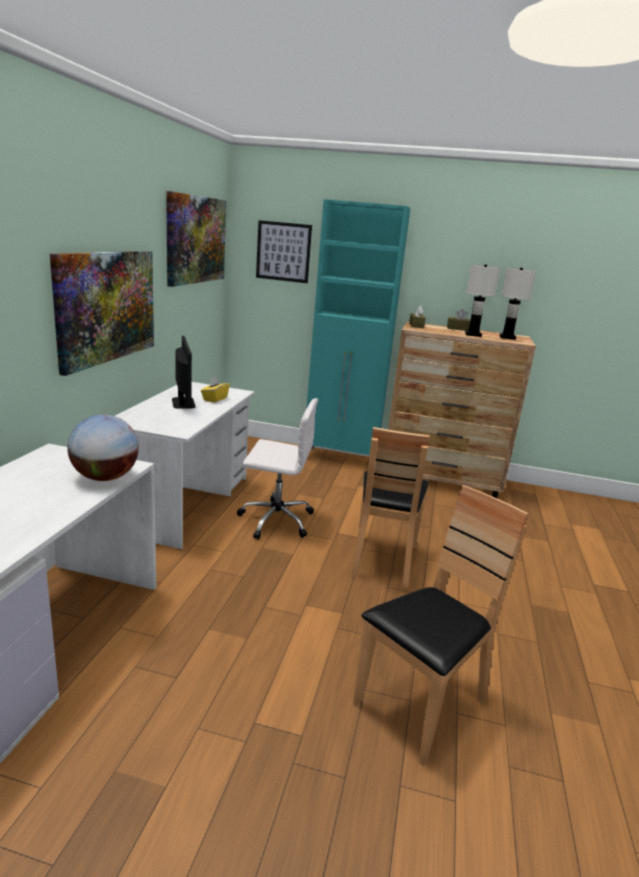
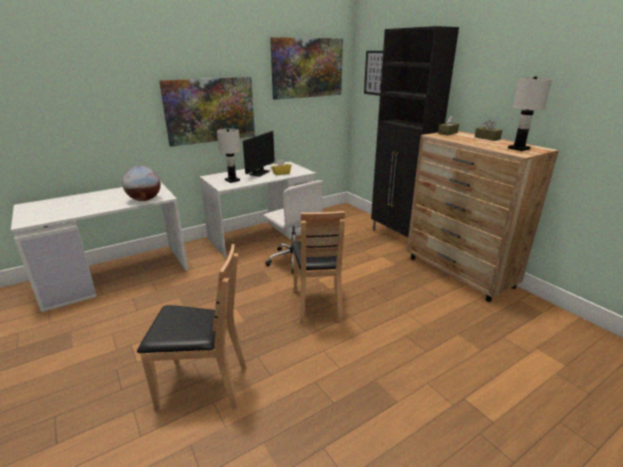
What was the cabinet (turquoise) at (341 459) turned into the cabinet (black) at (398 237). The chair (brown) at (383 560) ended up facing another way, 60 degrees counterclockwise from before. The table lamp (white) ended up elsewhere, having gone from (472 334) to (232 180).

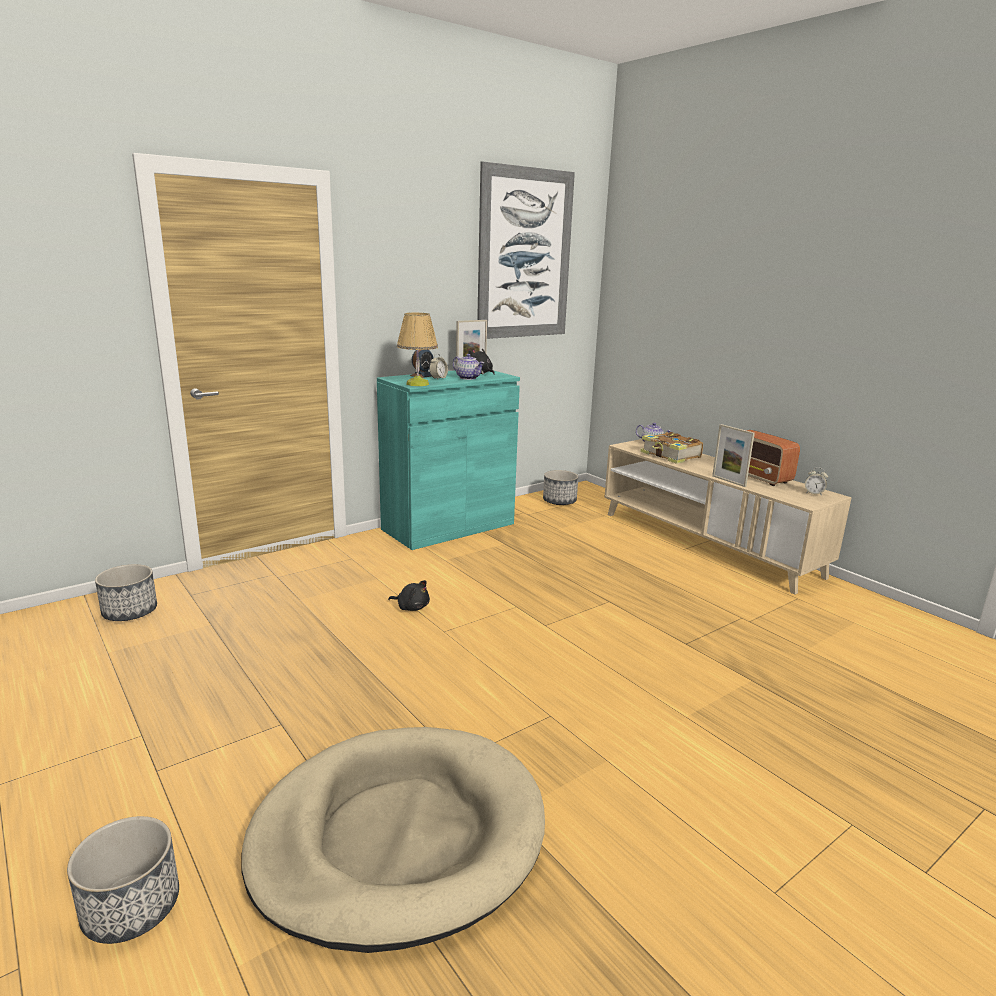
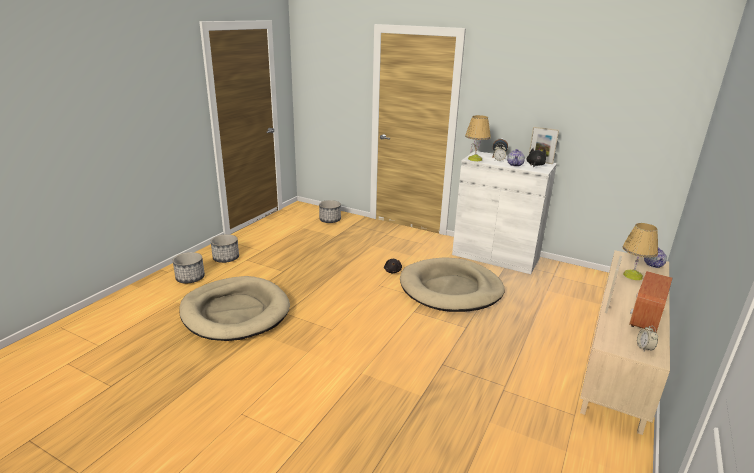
What was the cabinet (turquoise) at (448 526) turned into the cabinet (white) at (495 256). The second view lost the picture at (525 254). The planter ended up elsewhere, having gone from (559 501) to (226 258). Where the book stood at (670 456), the table lamp came to stand at (632 275). The second view gained the dog bed (beige) at (451 289).

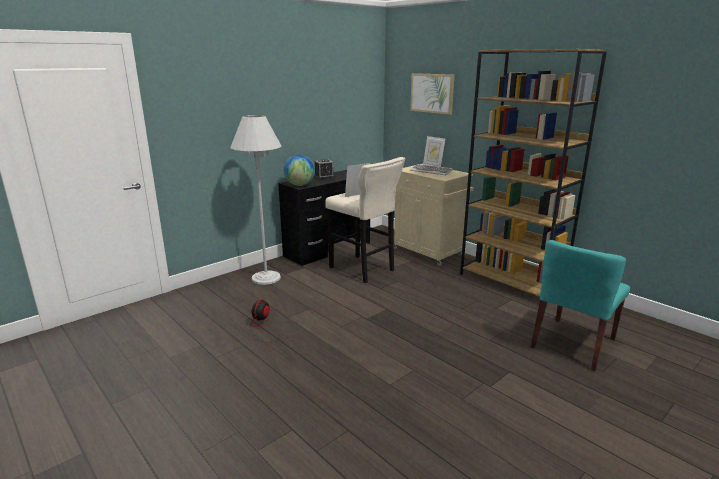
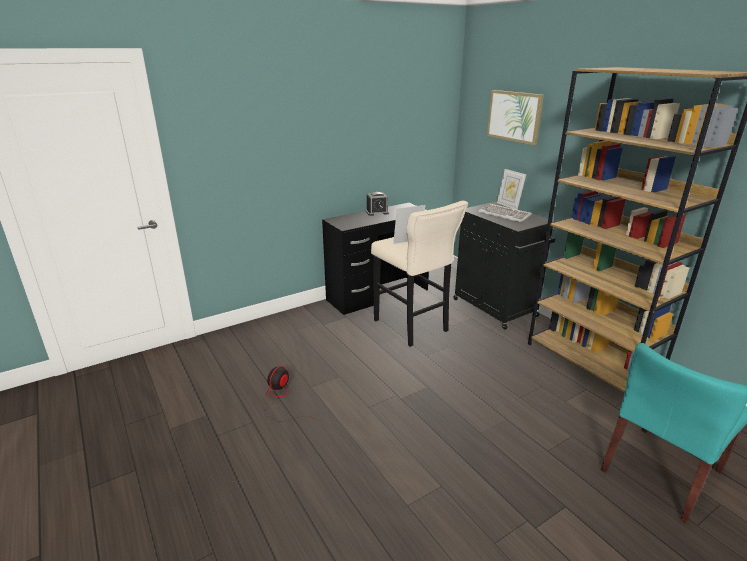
The second view lost the floor lamp (white) at (266 278). The second view lost the globe at (300 185). What was the cabinet (beige) at (429 252) turned into the cabinet (black) at (496 308).

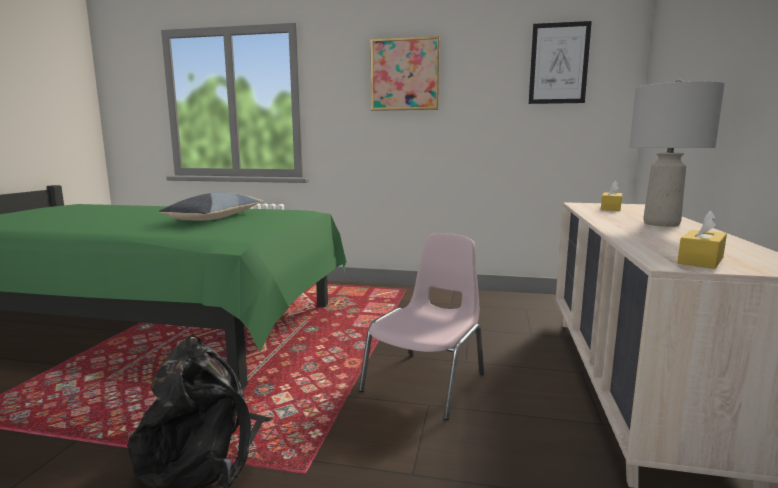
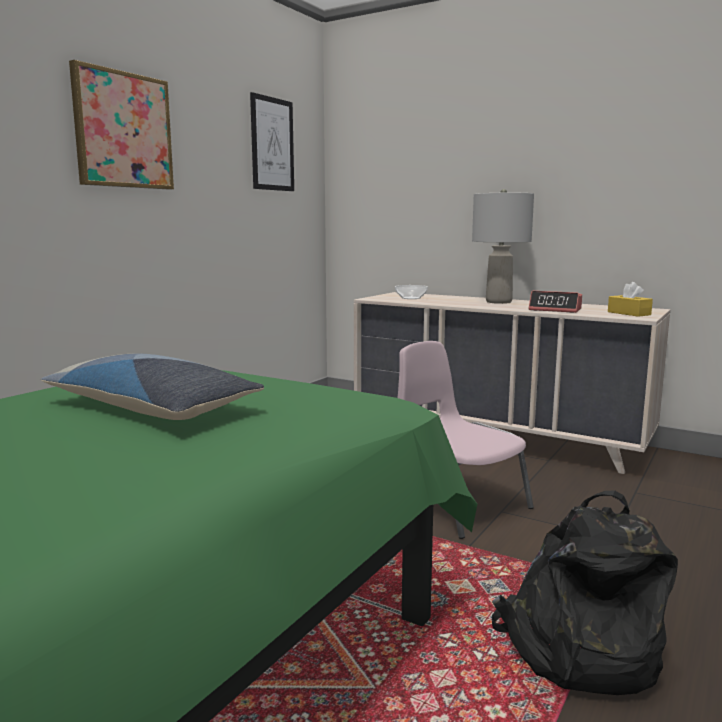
Where the tissue box (yellow) stood at (610 208), the bowl came to stand at (410 298). The second view gained the alarm clock at (555 310).

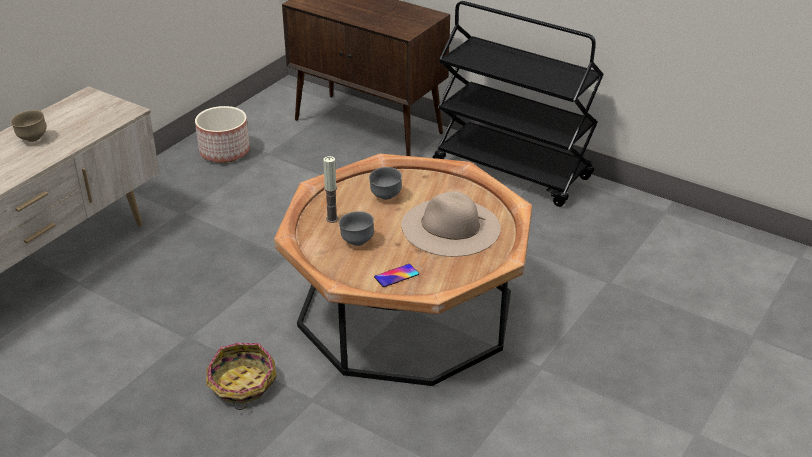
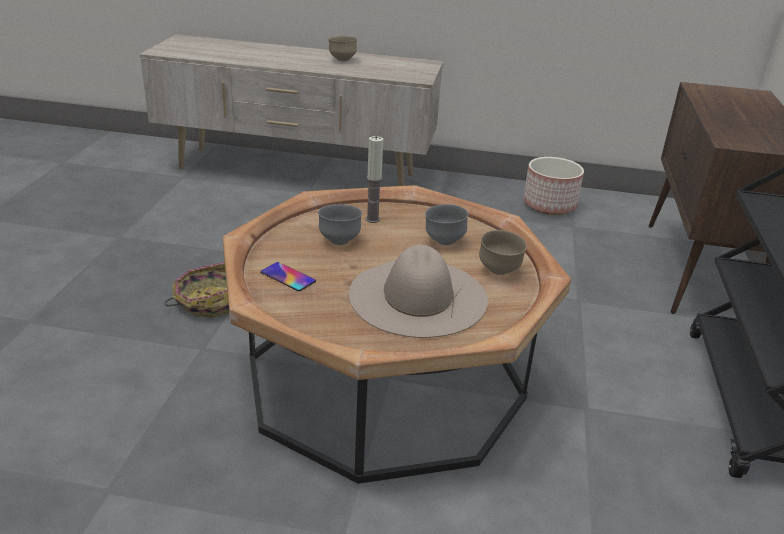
The second view gained the bowl (brown) at (499 271).

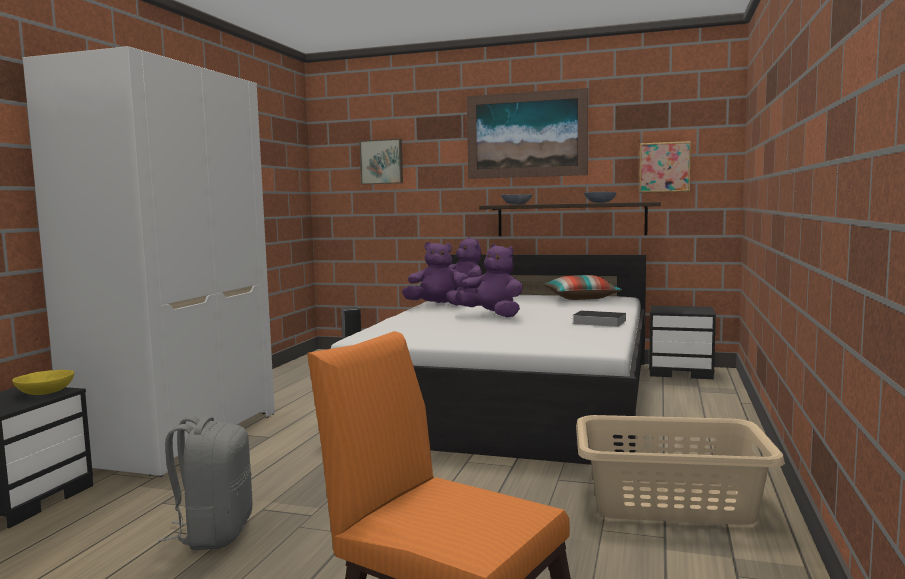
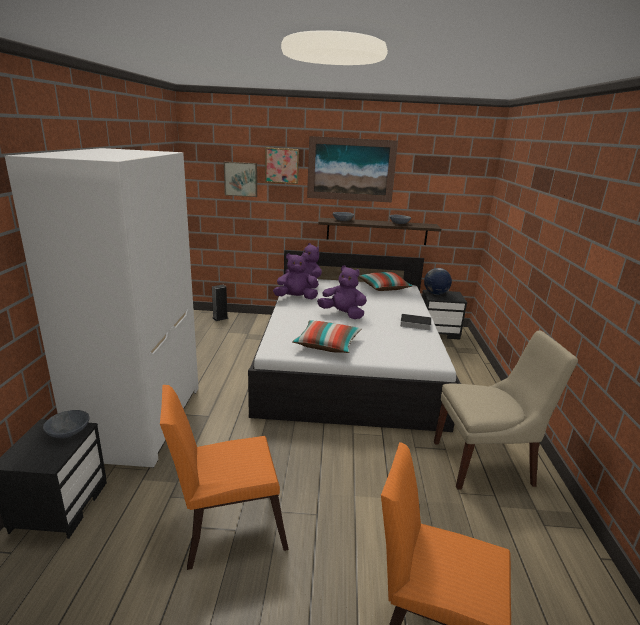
What was the bowl (yellow) at (45 393) turned into the bowl (grey) at (68 432). Where the backpack (grey) stood at (214 533), the chair (orange) came to stand at (225 525). Where the laundry basket (beige) stood at (671 502), the chair (beige) came to stand at (485 463). The picture ended up elsewhere, having gone from (664 167) to (282 165). The second view gained the pillow at (327 345). The second view gained the globe at (435 293).

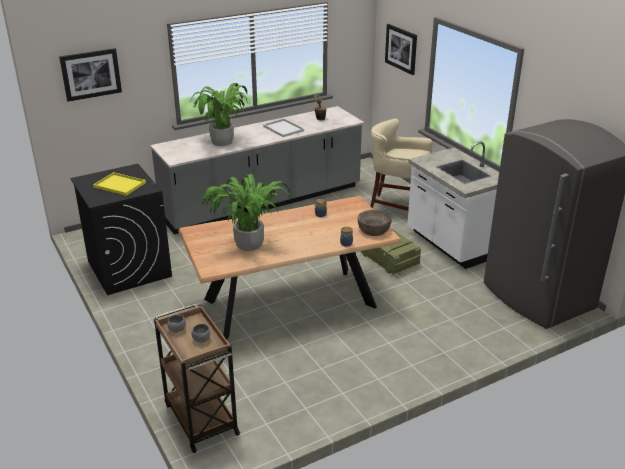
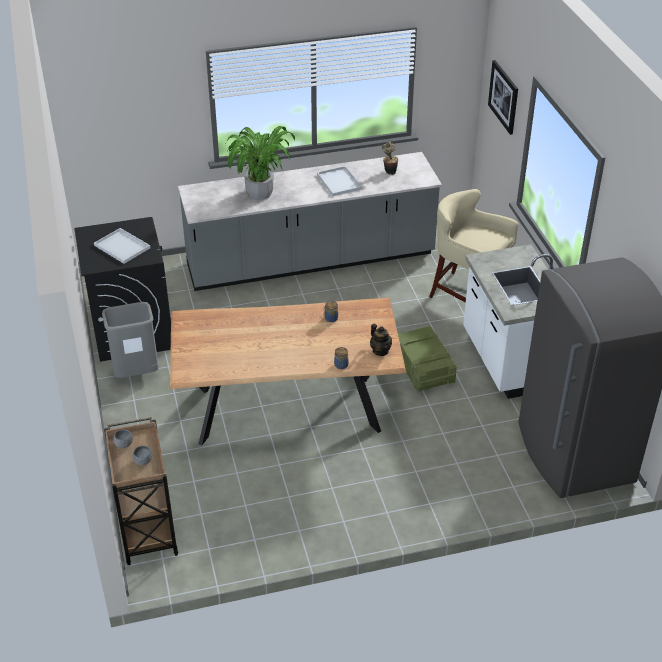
The second view lost the picture at (91 74). What was the tray (yellow) at (118 185) turned into the tray (white) at (121 246). The second view lost the potted plant at (249 244). Where the bowl (brown) stood at (373 230), the teapot came to stand at (380 351). The second view gained the trash can (grey) at (136 373).

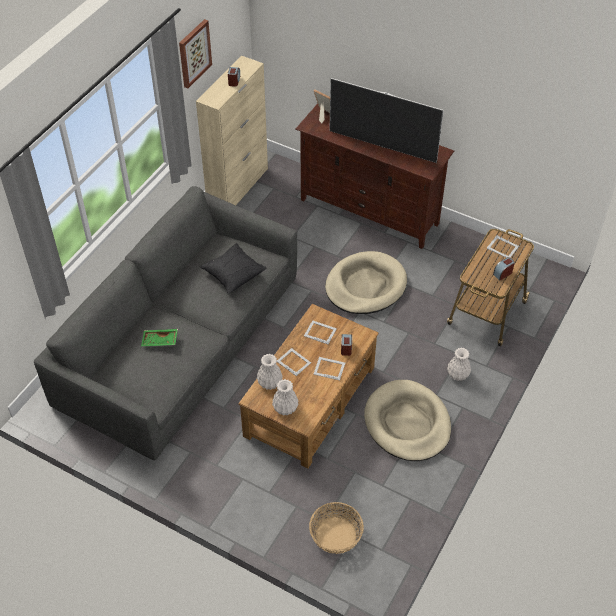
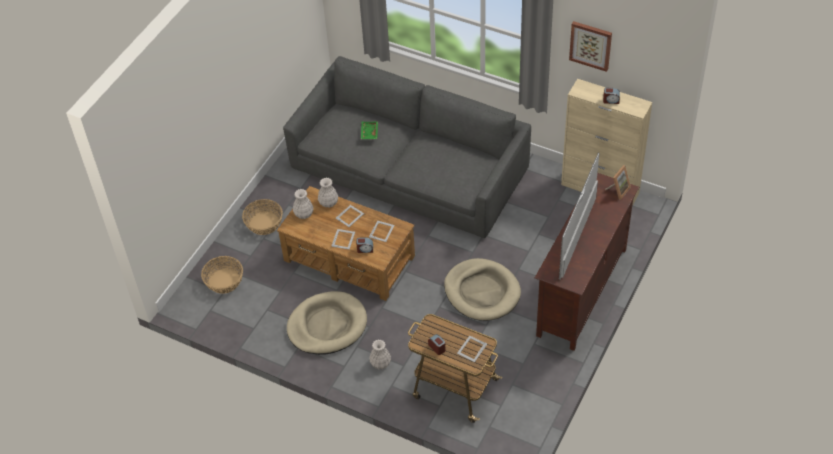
The second view lost the pillow (black) at (233 274). The second view gained the basket at (263 223).

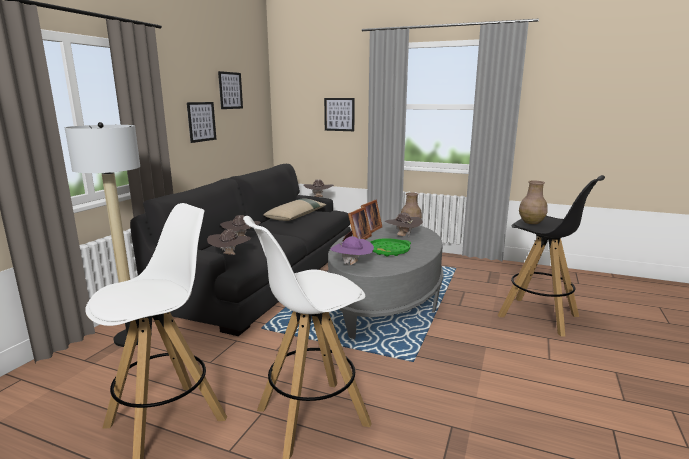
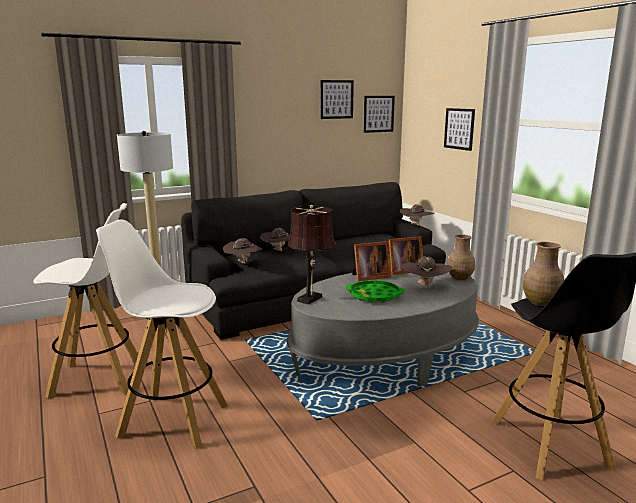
The picture ended up elsewhere, having gone from (201 121) to (378 114). The second view lost the pillow (beige) at (296 216). Where the hat (purple) stood at (352 264), the table lamp (brown) came to stand at (311 298).

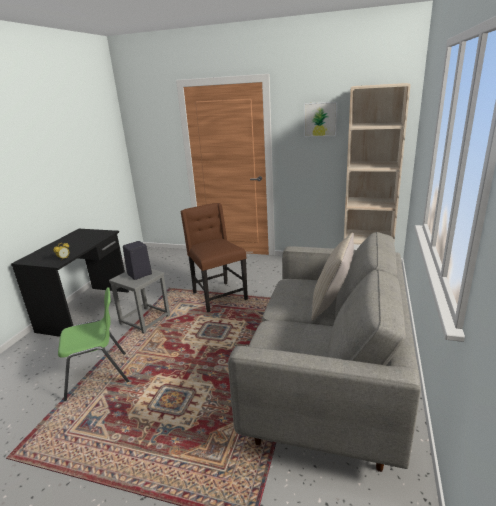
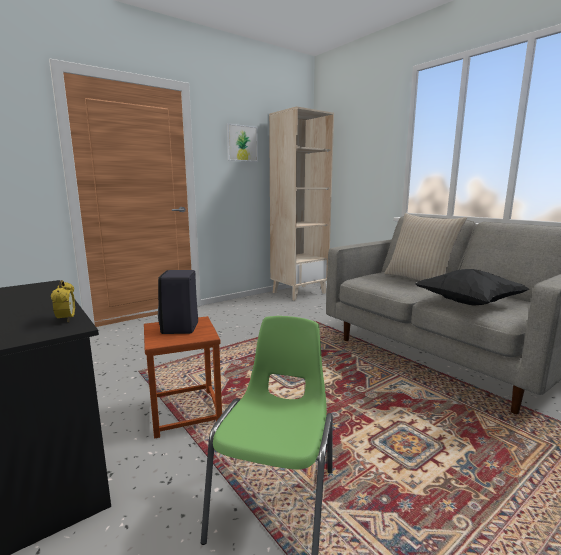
What was the stool (grey) at (145 320) turned into the stool (brown) at (186 412). The second view lost the chair (brown) at (218 296). The second view gained the pillow (black) at (468 303).

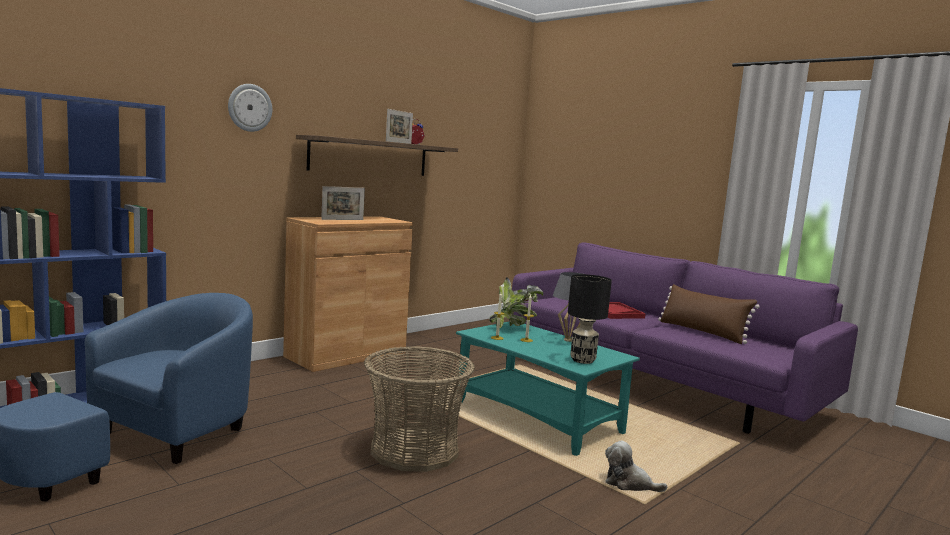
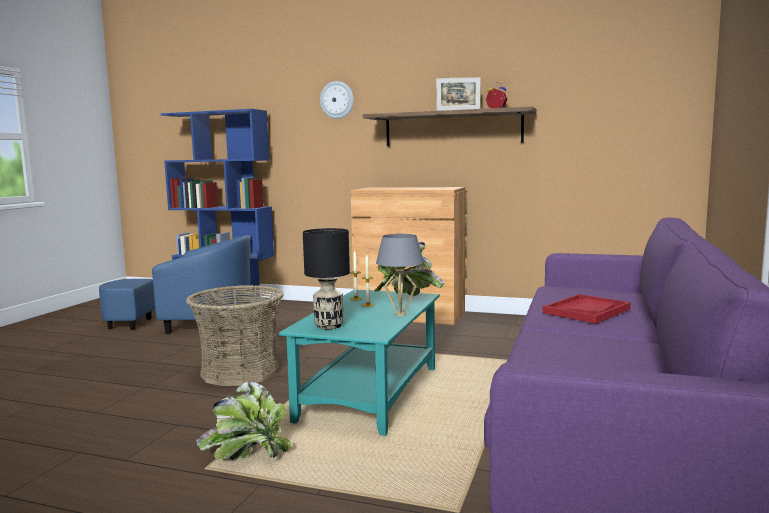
The second view lost the picture frame at (342 219). Where the plush toy stood at (629 484), the potted plant came to stand at (248 456). The second view lost the pillow (brown) at (702 332).

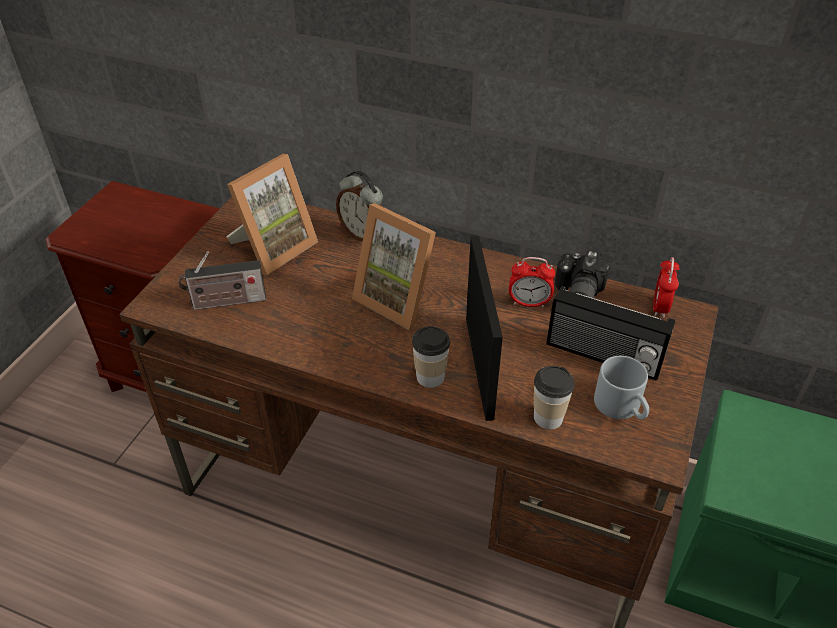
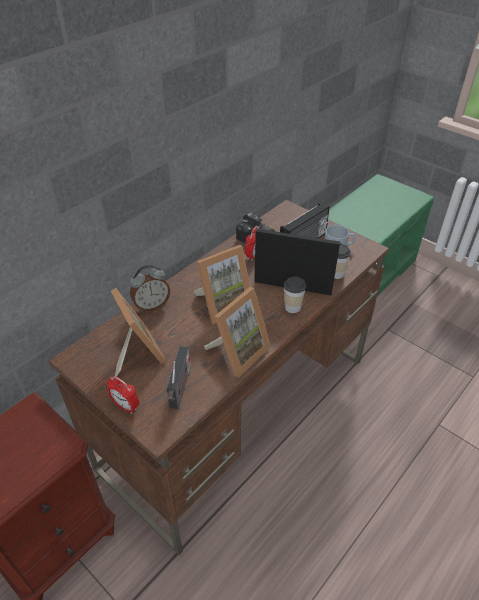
The alarm clock ended up elsewhere, having gone from (660 307) to (126 406). The second view gained the picture frame at (238 352).

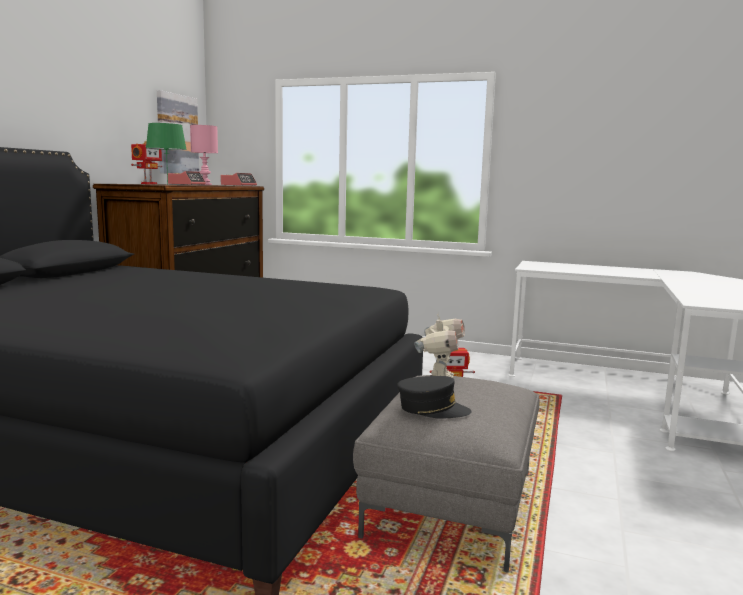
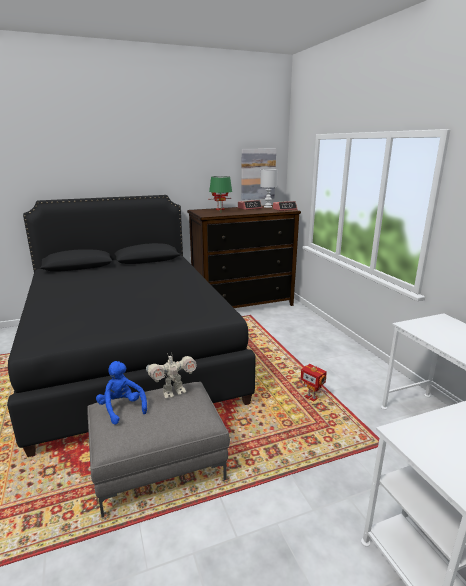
What was the table lamp (pink) at (205 184) turned into the table lamp (white) at (267 207). Where the cap (black) stood at (432 409), the plush toy (blue) came to stand at (122 408).

